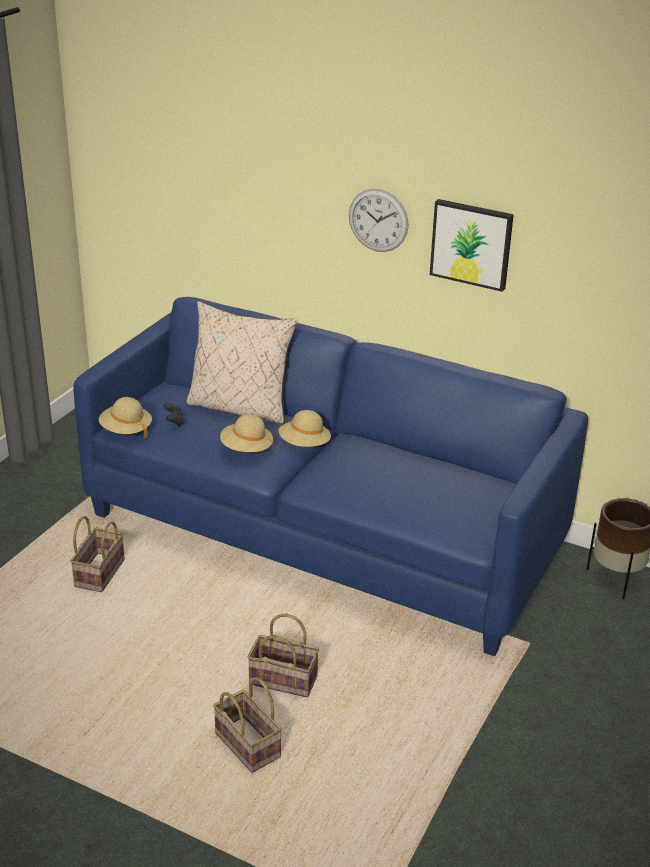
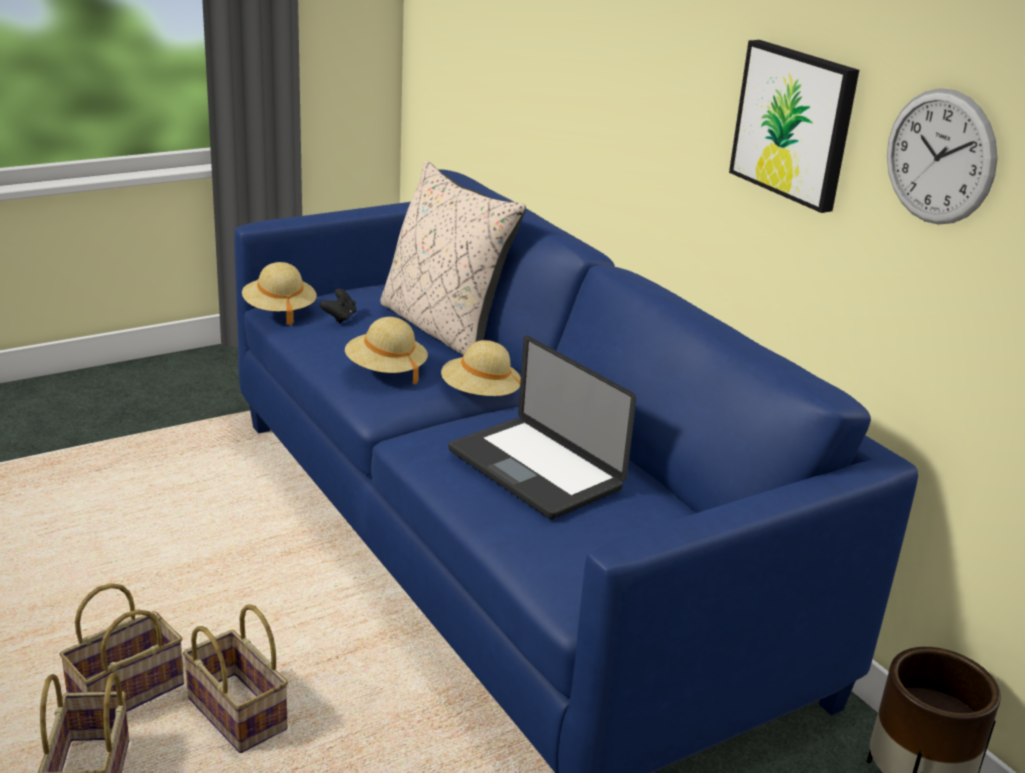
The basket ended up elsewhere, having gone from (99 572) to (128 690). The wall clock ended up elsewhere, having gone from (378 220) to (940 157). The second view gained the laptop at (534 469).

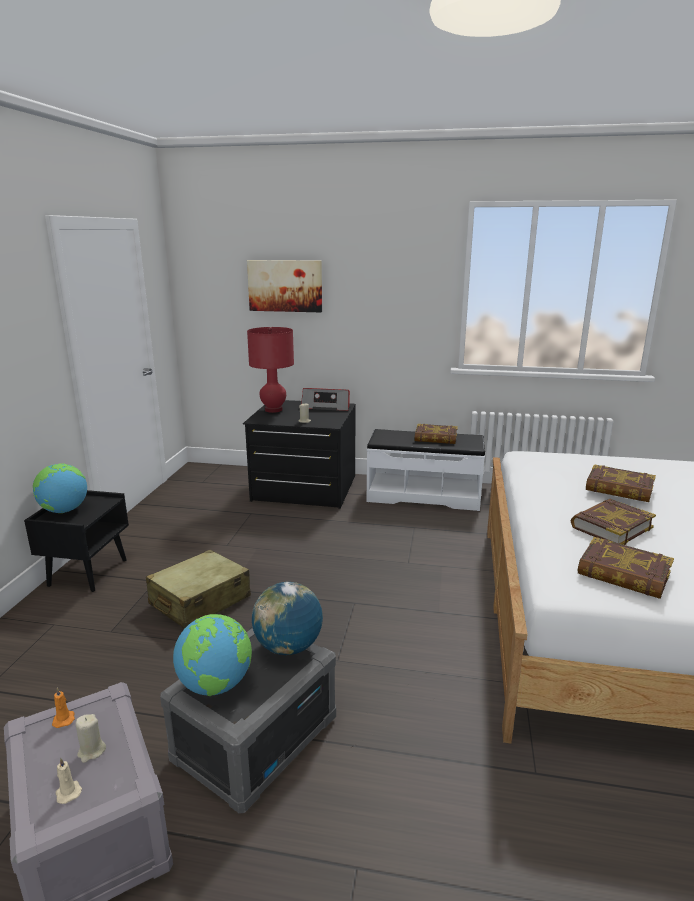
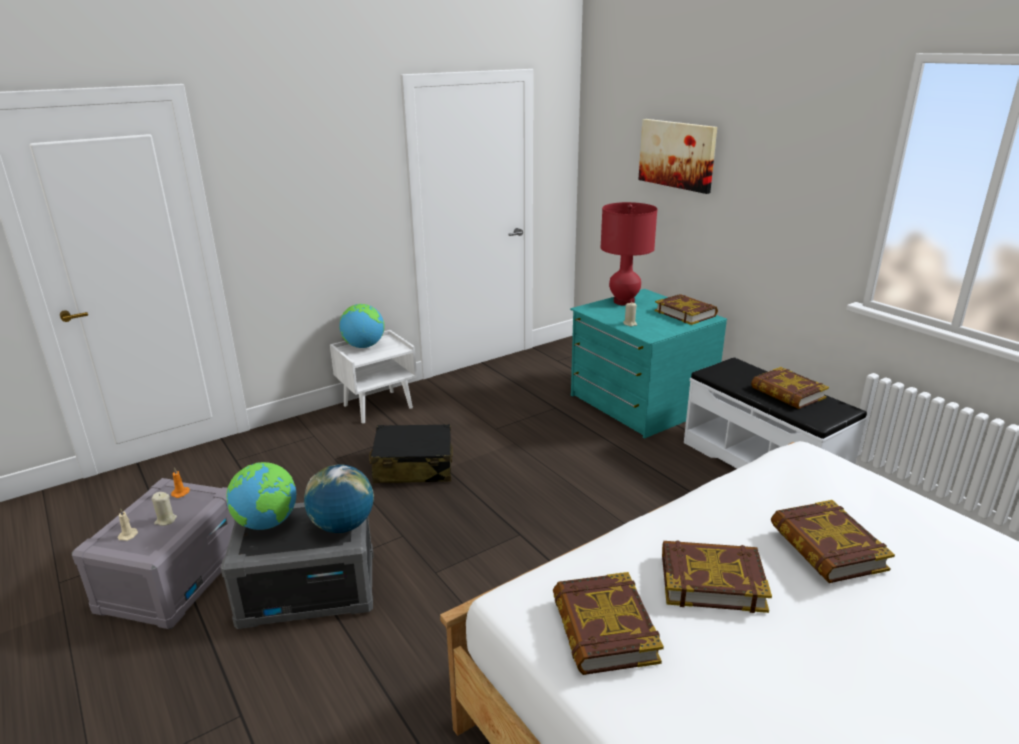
What was the nightstand (black) at (88 572) turned into the nightstand (white) at (378 406). What was the suitcase (beige) at (200 601) turned into the suitcase (black) at (413 466). What was the dresser (black) at (304 489) turned into the dresser (turquoise) at (639 403). Where the radio stood at (326 406), the book came to stand at (685 313).

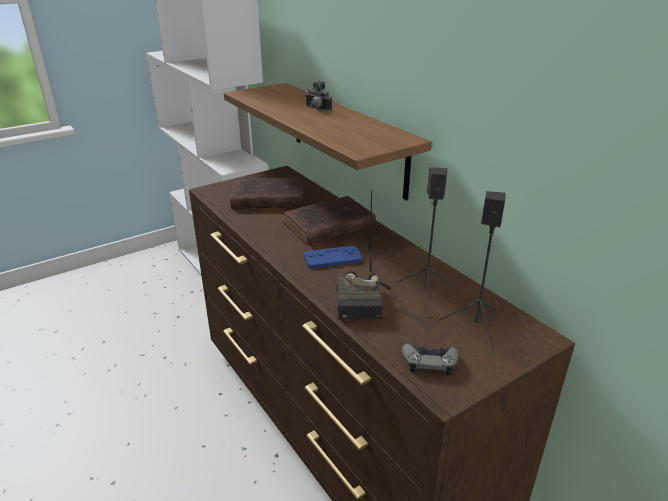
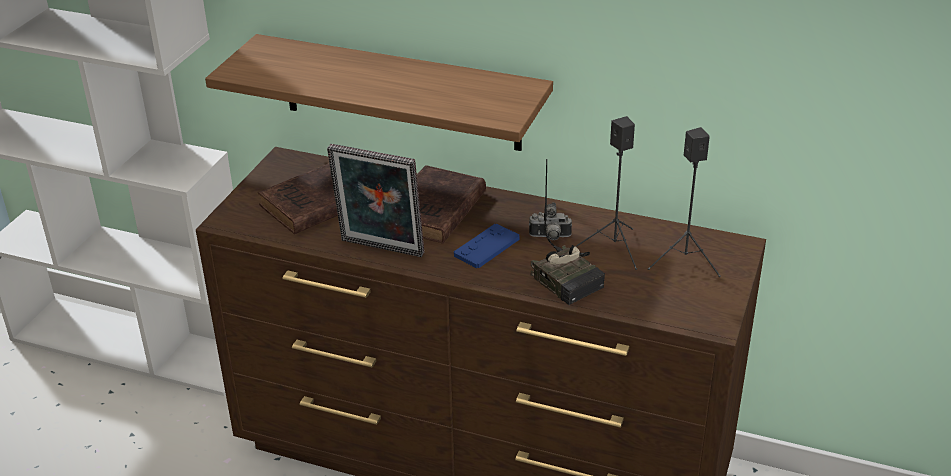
The photo camera ended up elsewhere, having gone from (316 109) to (550 237). The second view lost the game controller (grey) at (429 362). The second view gained the picture frame at (380 250).

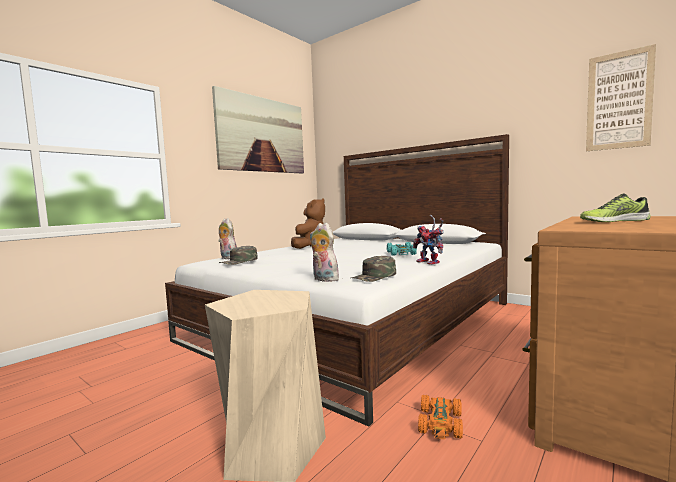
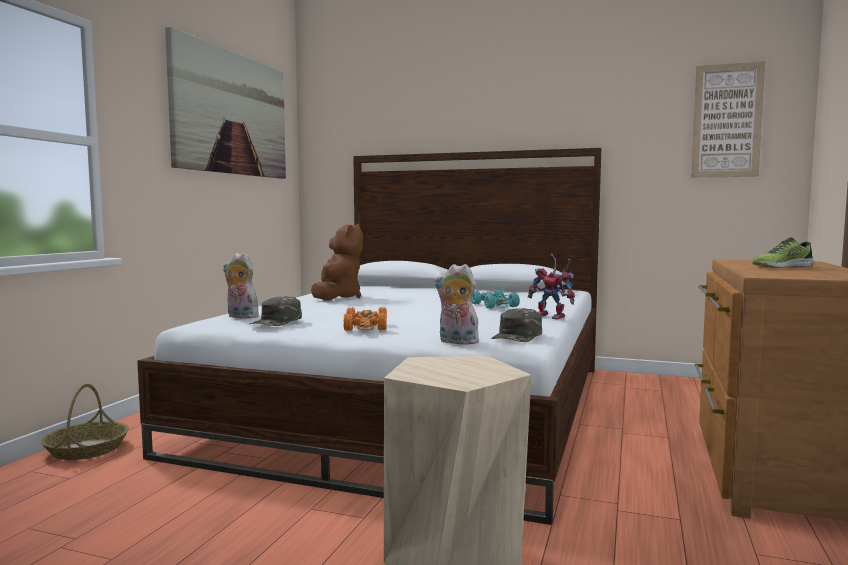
The toy car (orange) ended up elsewhere, having gone from (441 424) to (366 327). The second view gained the basket at (86 449).

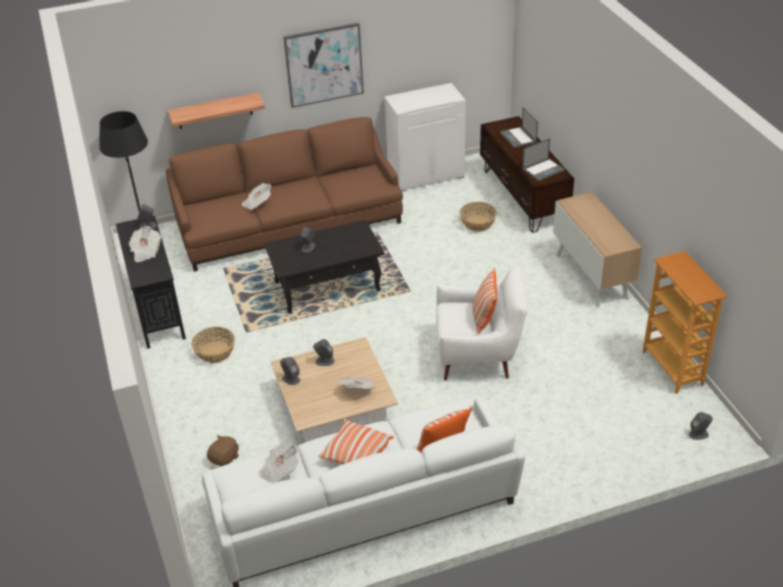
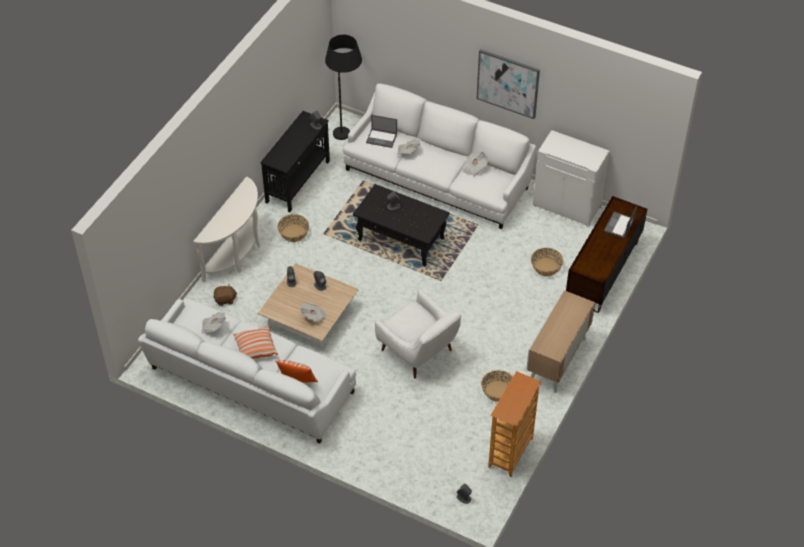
The newspaper ended up elsewhere, having gone from (145 252) to (474 168). What was the sofa (brown) at (290 223) turned into the sofa (white) at (438 177). The second view lost the shelf at (214 111). The second view lost the pillow at (484 318). The laptop ended up elsewhere, having gone from (543 169) to (382 138). The second view gained the console table (white) at (237 254). The second view gained the basket at (498 391).

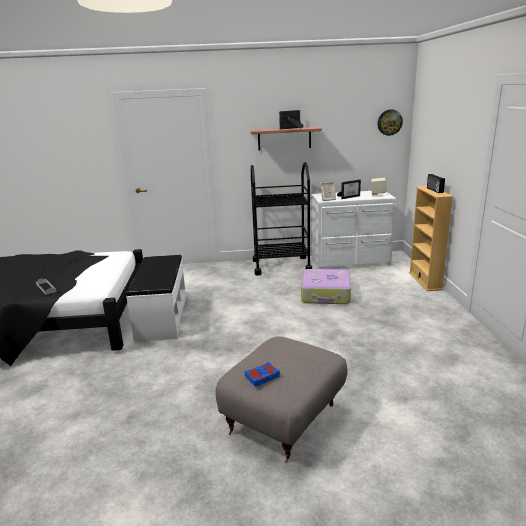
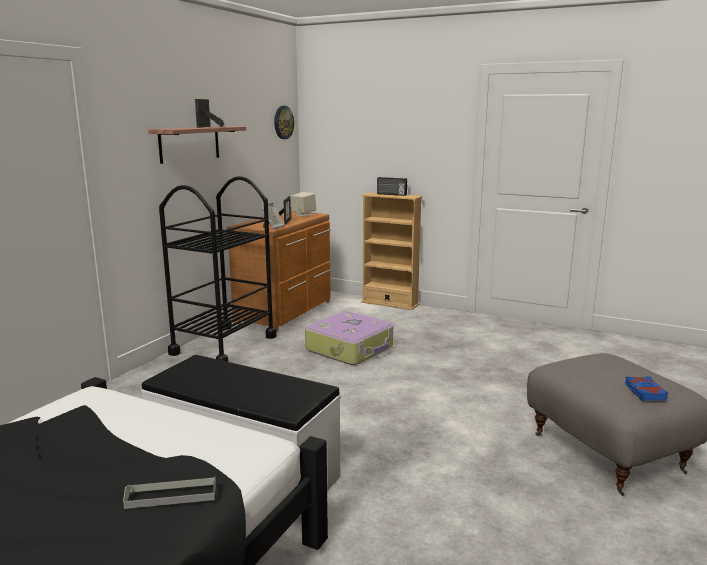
What was the dresser (white) at (351 261) turned into the dresser (brown) at (286 312).

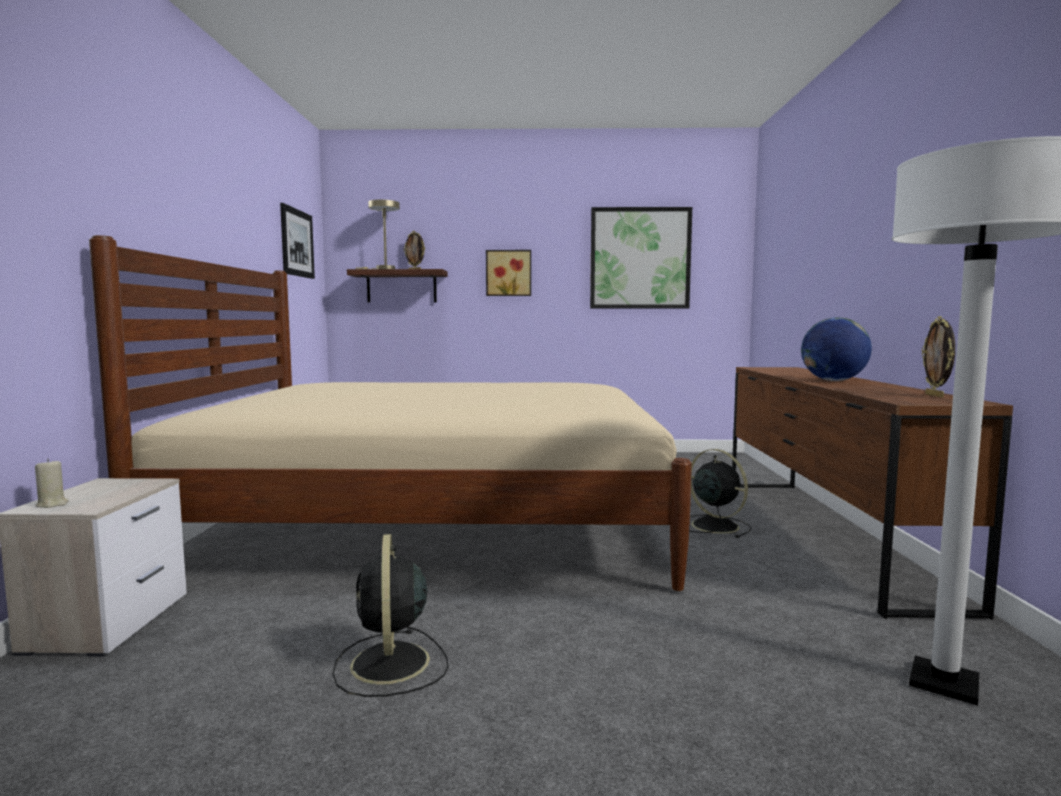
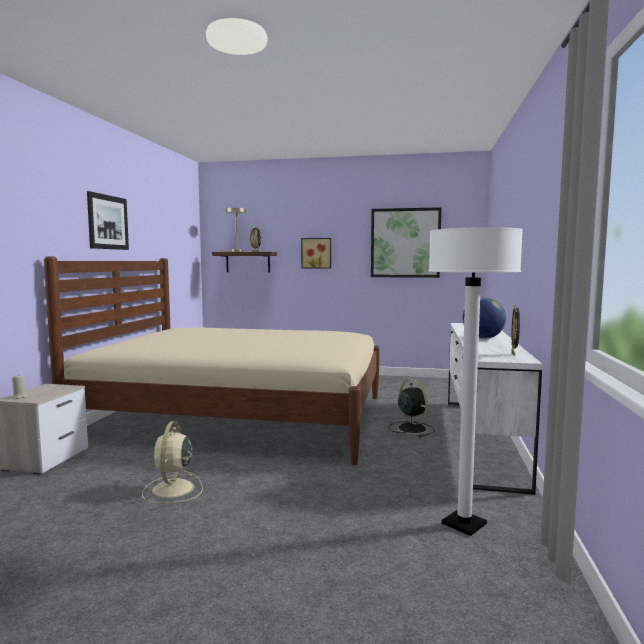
The picture ended up elsewhere, having gone from (297 243) to (108 222). What was the fan (black) at (390 665) turned into the fan (beige) at (172 490). What was the dresser (brown) at (823 533) turned into the dresser (white) at (480 438).

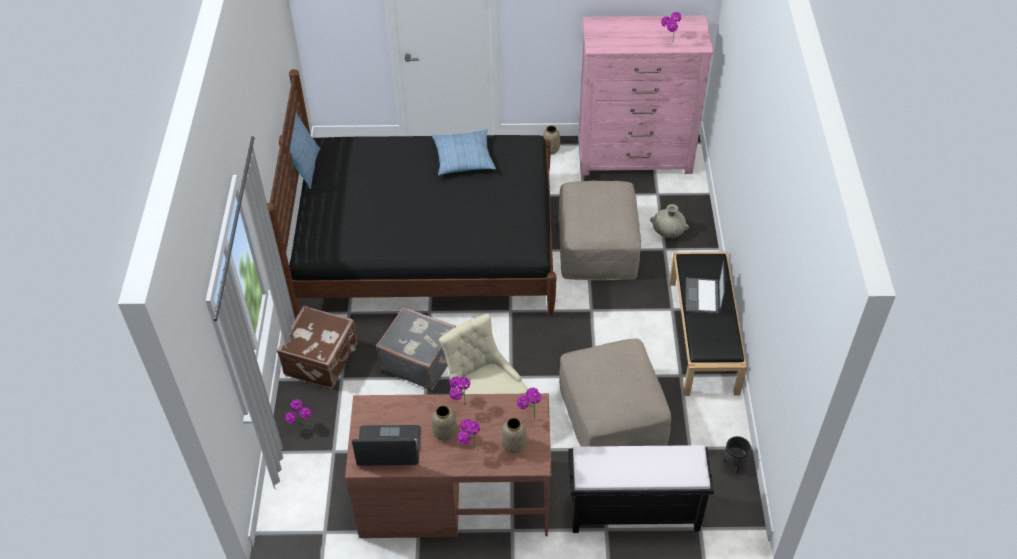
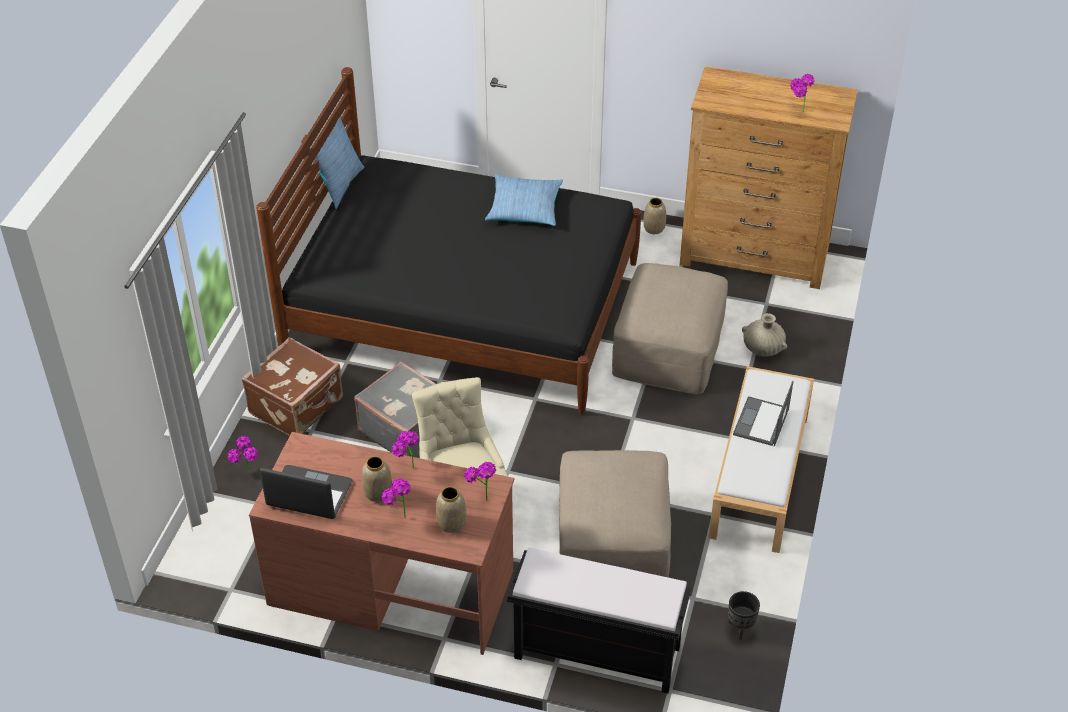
What was the dresser (pink) at (635 156) turned into the dresser (brown) at (755 255). What was the bench (black) at (703 336) turned into the bench (white) at (760 477).

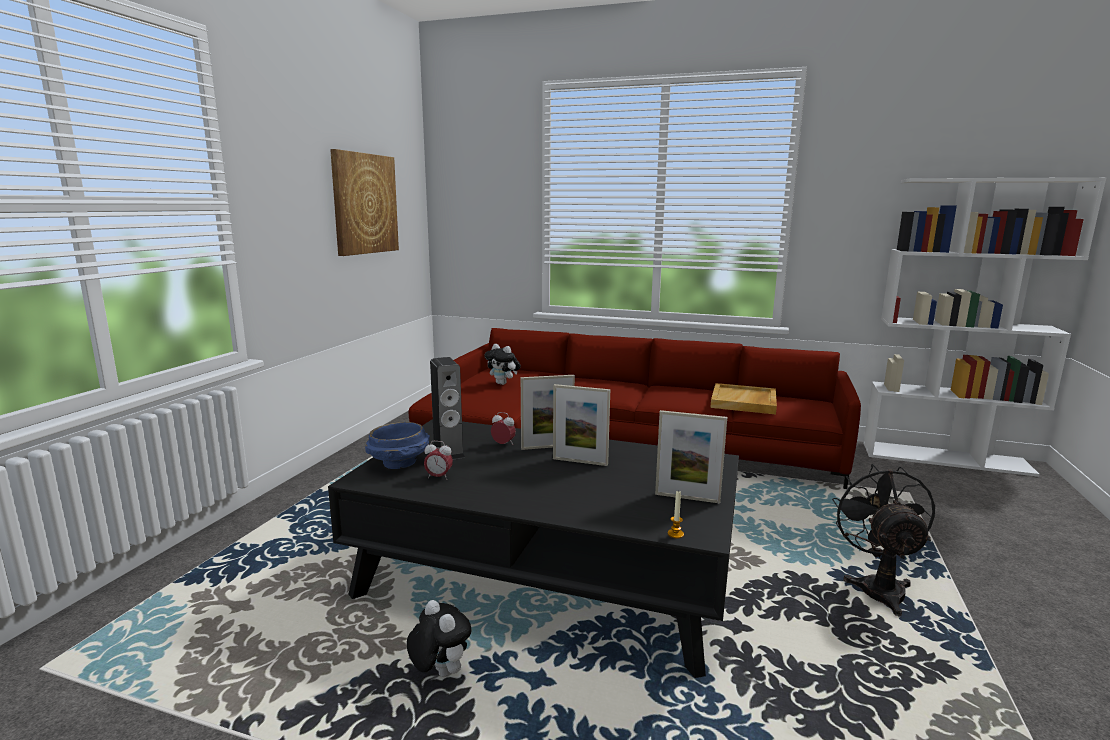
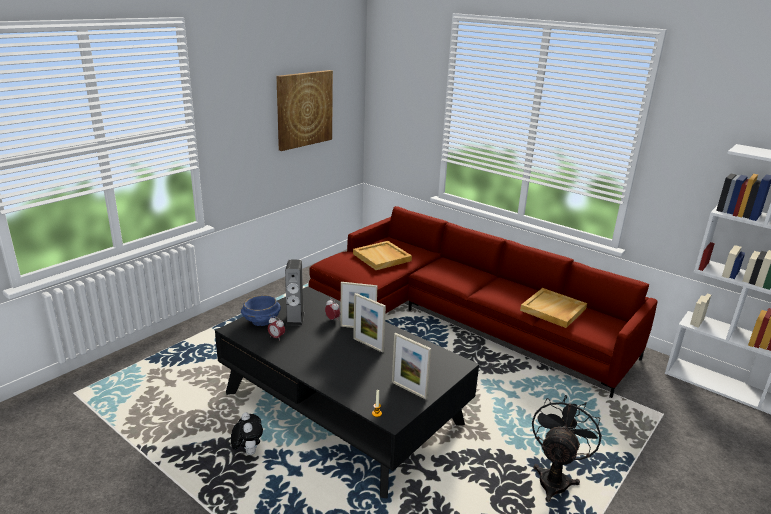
Where the plush toy stood at (503 383), the tray (beige) came to stand at (382 257).

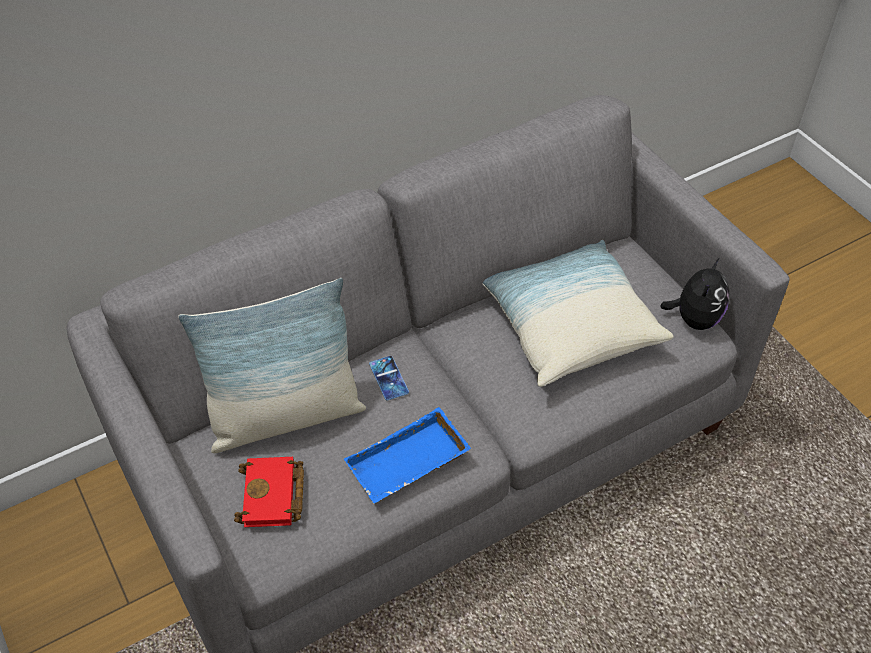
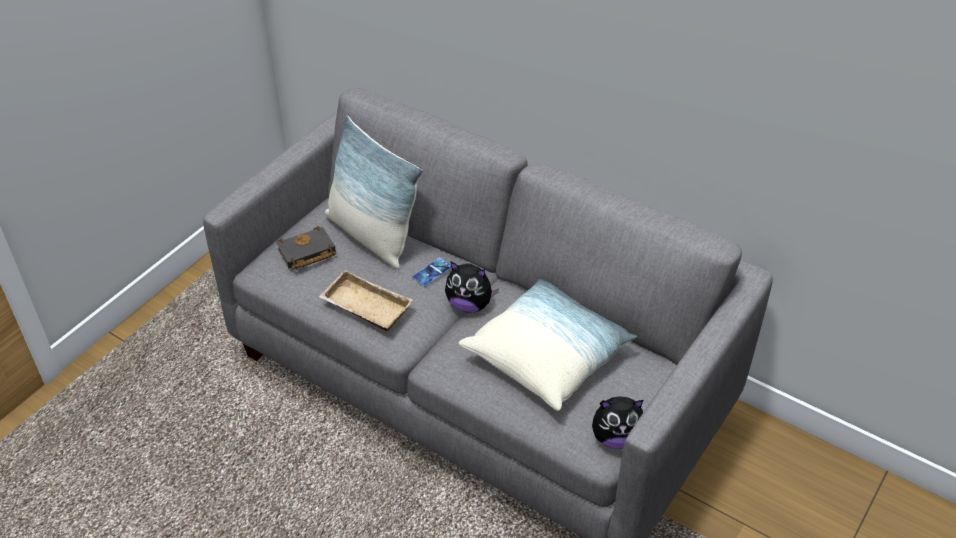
What was the book (red) at (273 497) turned into the book (black) at (306 253). What was the tray (blue) at (408 465) turned into the tray (beige) at (364 307). The second view gained the plush toy at (469 304).

